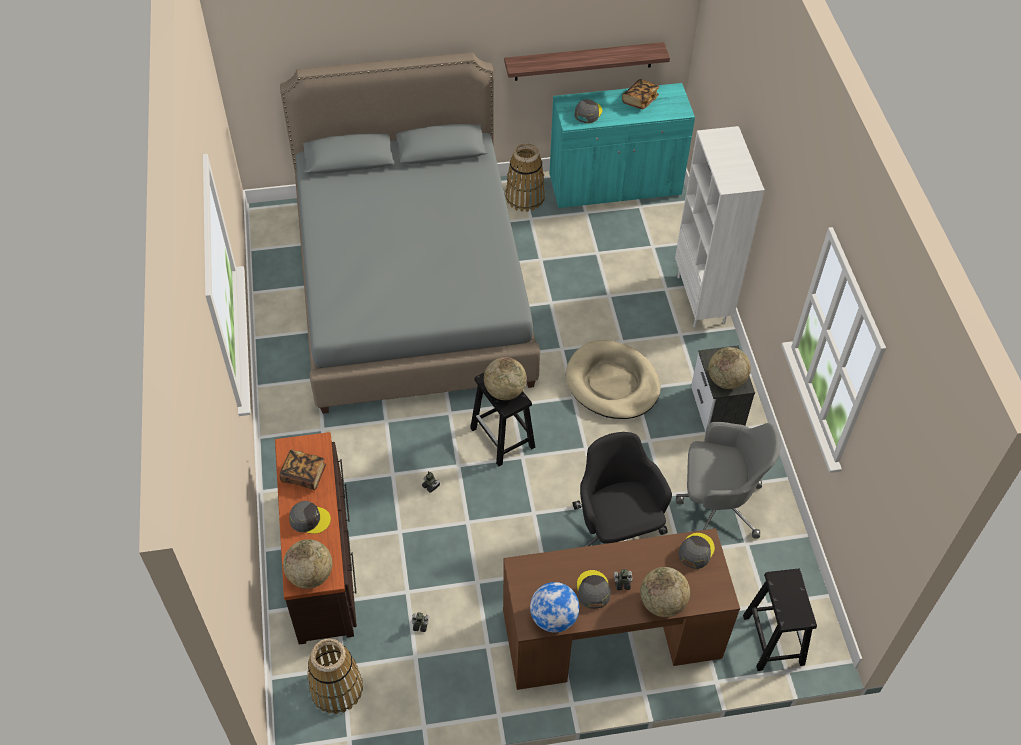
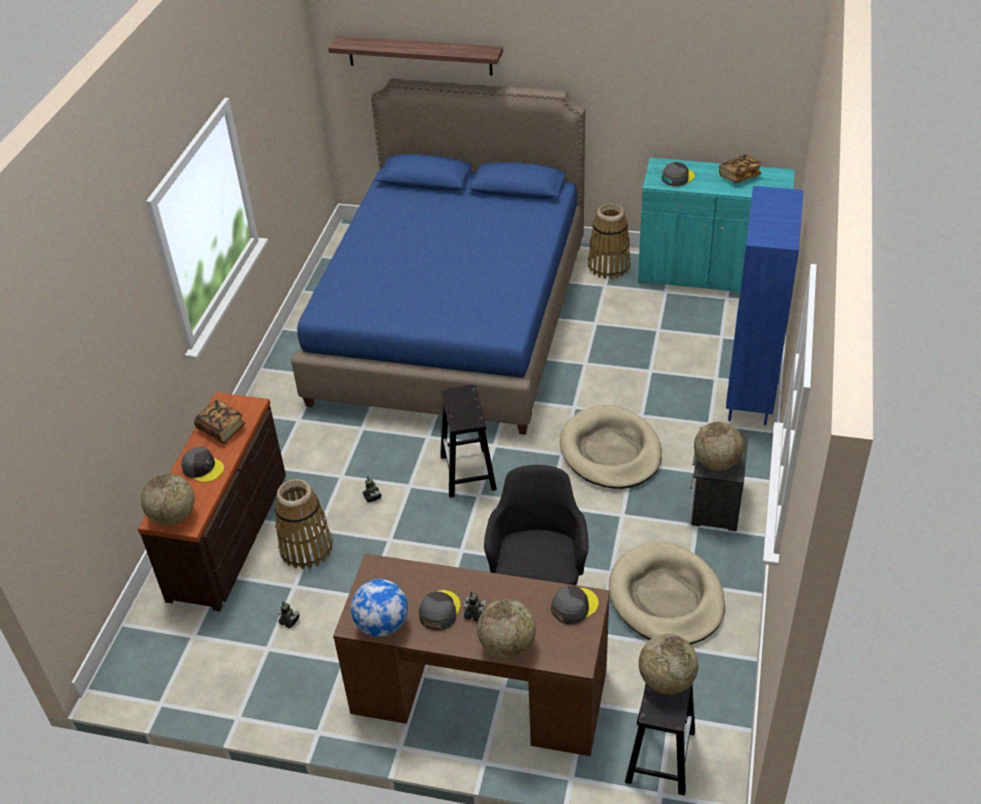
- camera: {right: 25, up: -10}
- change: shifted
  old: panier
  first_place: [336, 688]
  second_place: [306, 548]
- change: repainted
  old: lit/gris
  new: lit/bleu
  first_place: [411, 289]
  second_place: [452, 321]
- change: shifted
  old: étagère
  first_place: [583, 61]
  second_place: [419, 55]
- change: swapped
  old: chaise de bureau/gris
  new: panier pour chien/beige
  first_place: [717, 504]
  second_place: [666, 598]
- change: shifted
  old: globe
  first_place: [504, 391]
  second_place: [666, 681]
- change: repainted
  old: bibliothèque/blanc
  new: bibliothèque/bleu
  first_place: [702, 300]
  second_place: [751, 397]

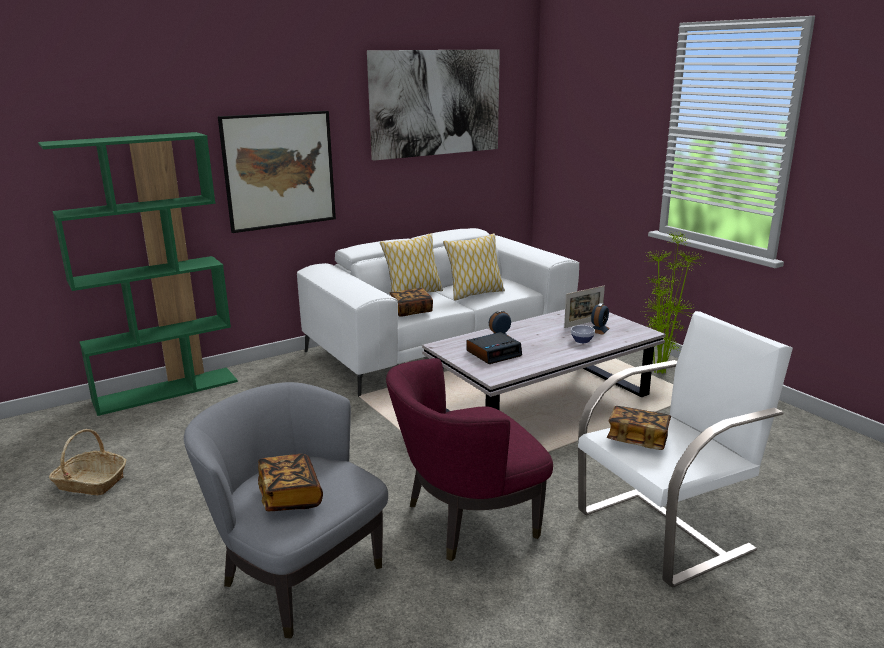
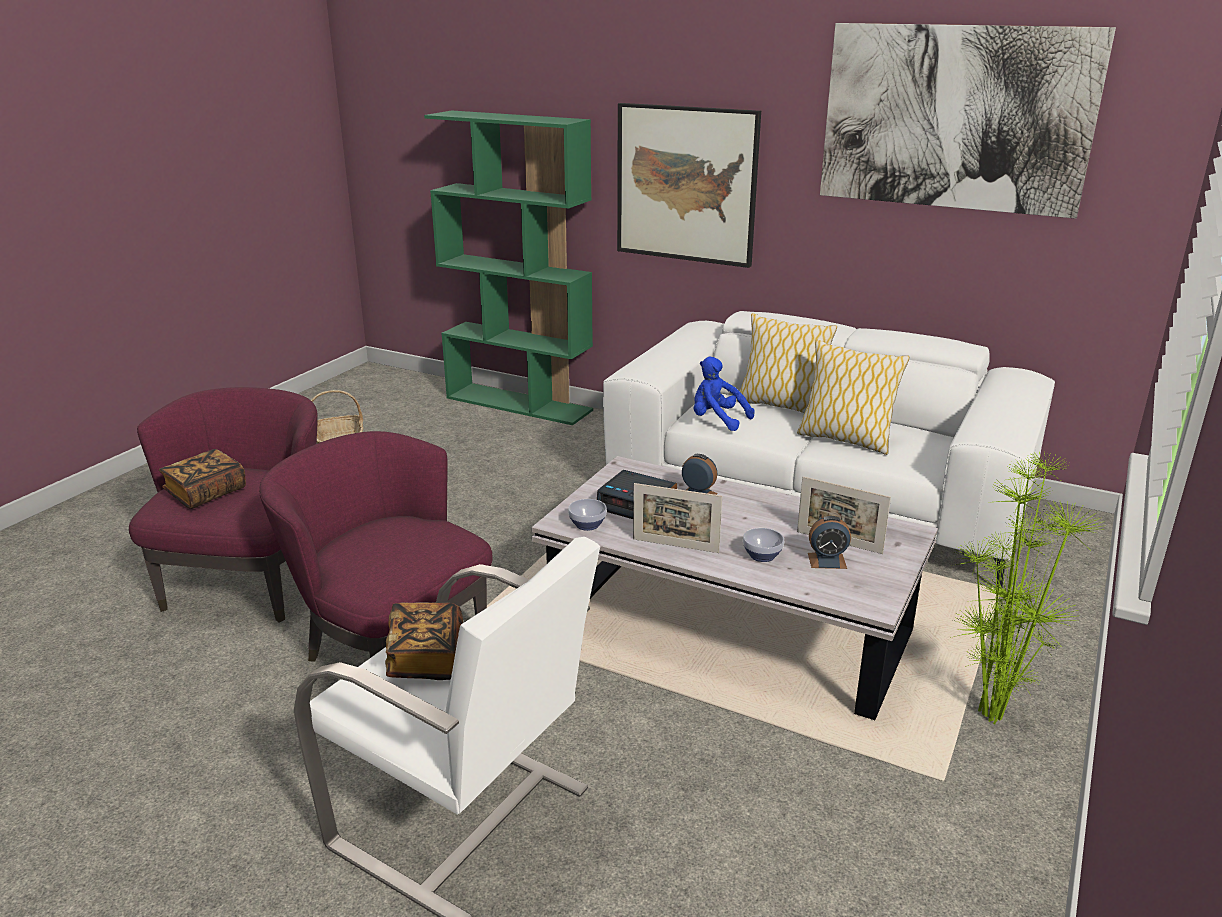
- camera: {right: 60, up: 5}
- change: repainted
  old: fauteuil/gris
  new: fauteuil/violet
  first_place: [297, 575]
  second_place: [250, 583]
- change: new
  new: bol
  second_place: [586, 525]
- change: new
  new: cadre photo
  second_place: [675, 546]
- change: swapped
  old: livre
  new: peluche/bleu
  first_place: [411, 311]
  second_place: [717, 420]

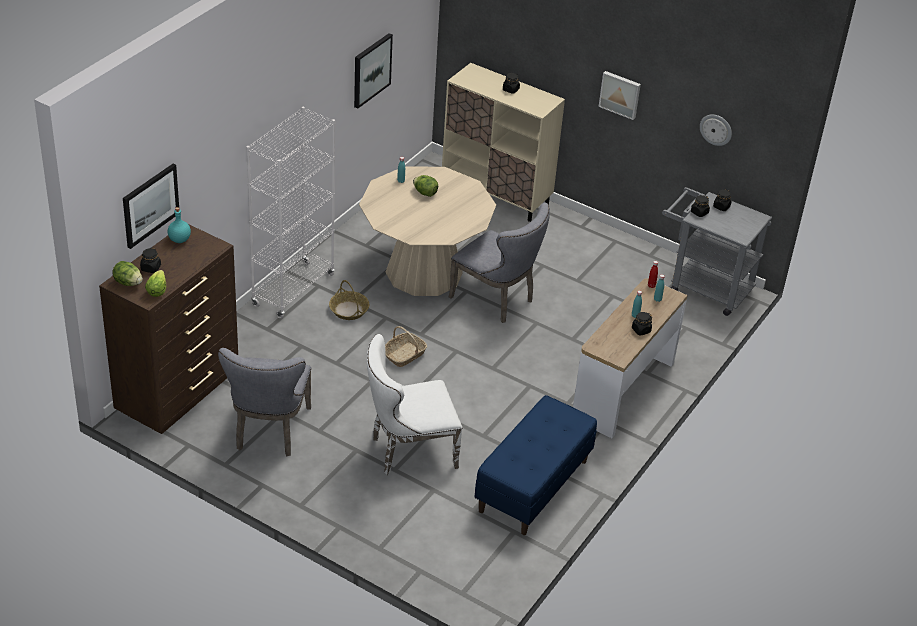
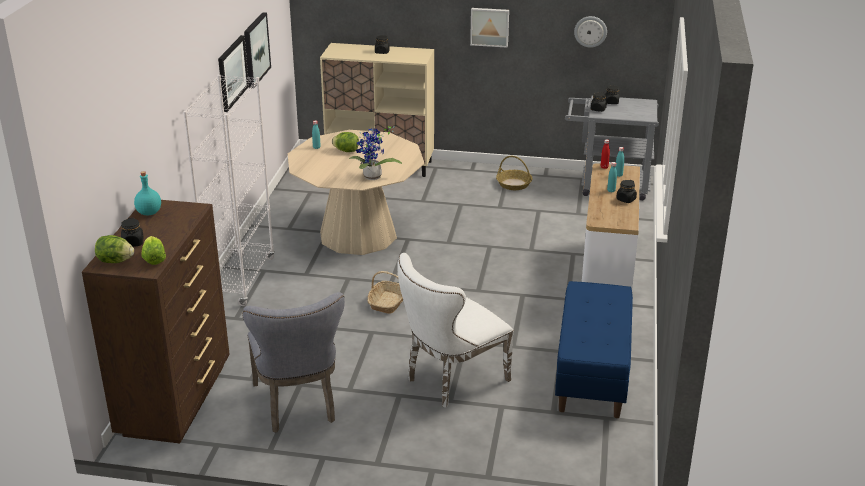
- camera: {right: -20, up: -10}
- change: shifted
  old: tableau
  first_place: [150, 205]
  second_place: [232, 73]
- change: new
  new: plante en pot
  second_place: [372, 178]
- change: shifted
  old: panier
  first_place: [349, 310]
  second_place: [514, 184]
- change: gone
  old: chaise/gris
  first_place: [497, 300]

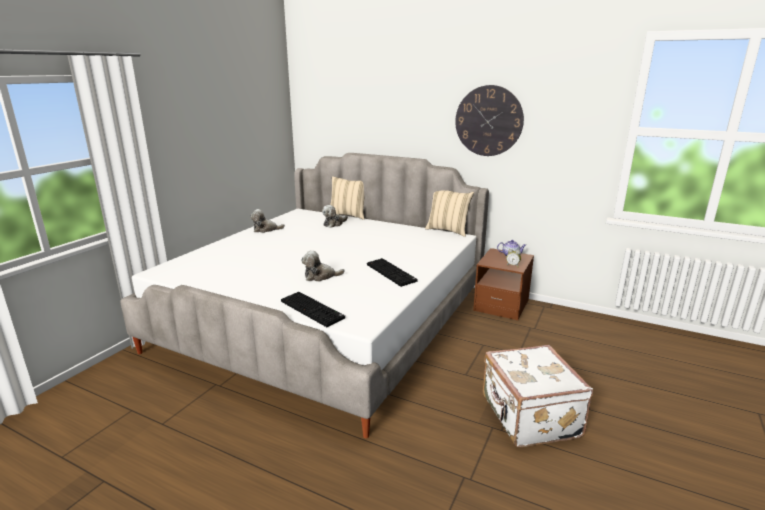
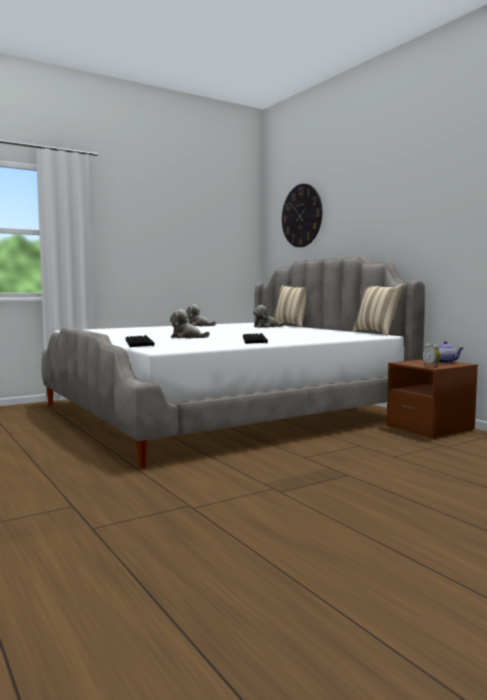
- camera: {right: 30, up: -15}
- change: shifted
  old: horloge murale
  first_place: [488, 121]
  second_place: [301, 215]
- change: gone
  old: valise/blanc
  first_place: [528, 417]

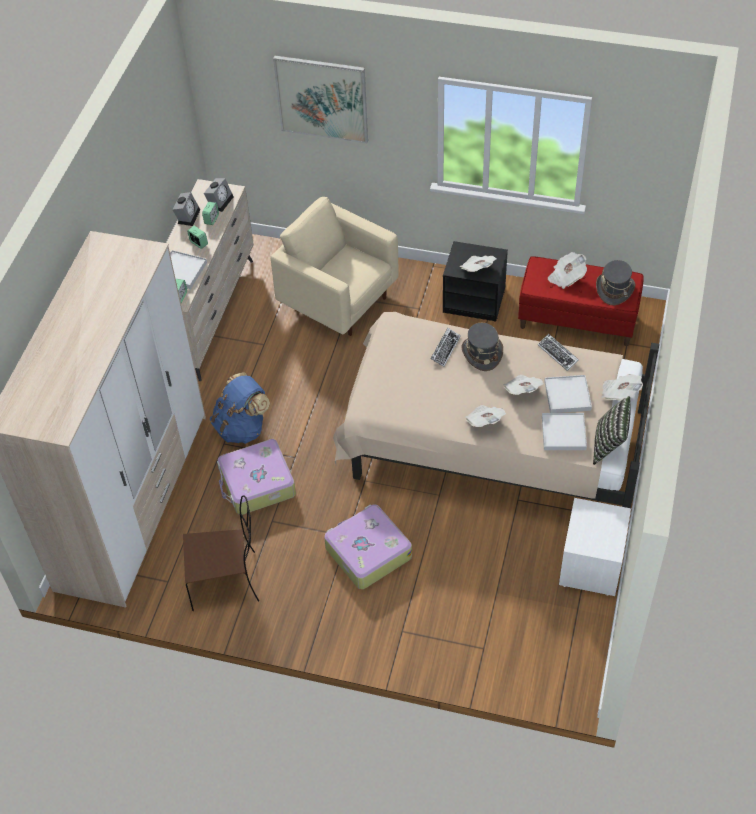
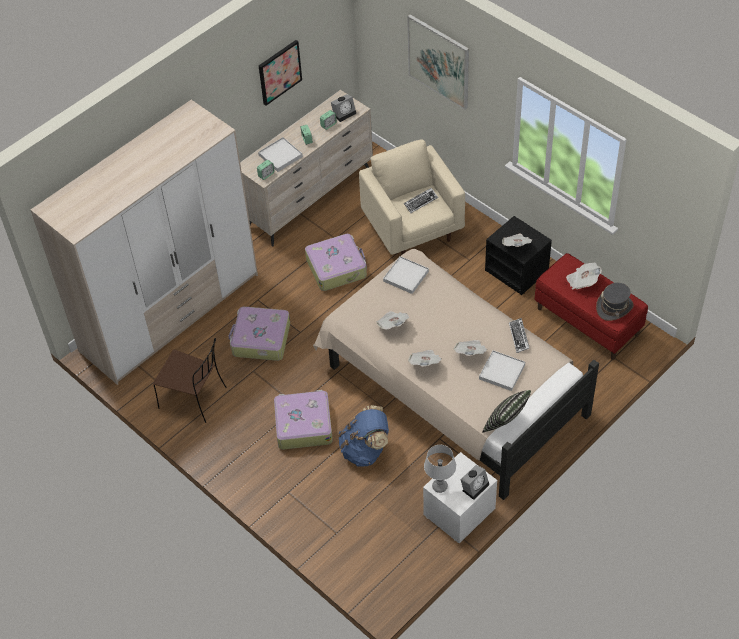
- camera: {right: 30, up: 0}
- change: new
  new: tableau
  second_place: [279, 72]
- change: new
  new: valise
  second_place: [336, 267]
- change: shifted
  old: sac à dos/bleu
  first_place: [242, 427]
  second_place: [365, 450]
- change: shifted
  old: journal
  first_place: [619, 393]
  second_place: [392, 325]
- change: shifted
  old: plateau/blanc
  first_place: [563, 433]
  second_place: [405, 276]
- change: shifted
  old: clavier
  first_place: [445, 349]
  second_place: [420, 202]
- change: new
  new: lampe de table/gris
  second_place: [439, 487]
- change: shifted
  old: réveil
  first_place: [188, 215]
  second_place: [475, 486]
- change: gone
  old: chapeau/gris
  first_place: [481, 353]

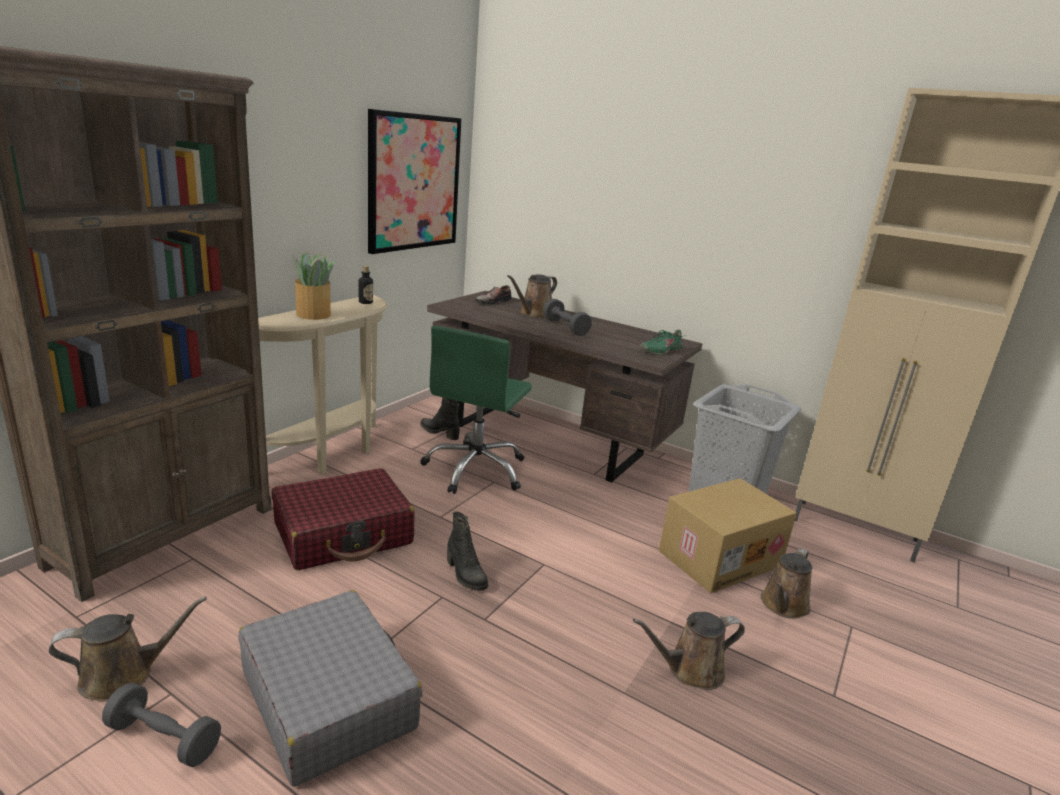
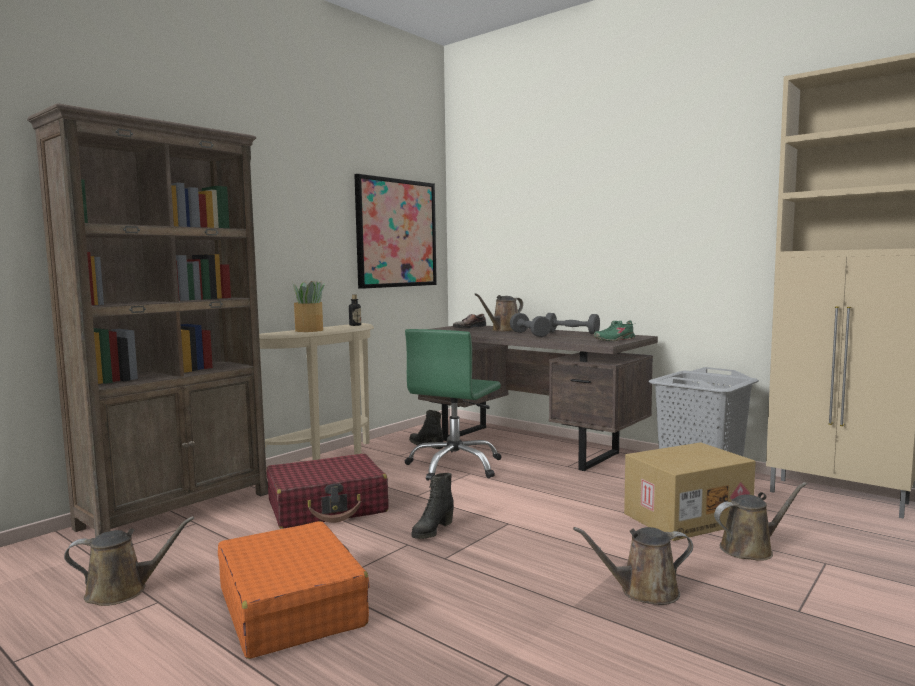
- camera: {right: 10, up: -15}
- change: repainted
  old: valise/gris
  new: valise/orange
  first_place: [328, 698]
  second_place: [291, 606]
- change: rotated
  old: botte/noir
  first_place: [465, 575]
  second_place: [432, 530]
  degrees: 60
- change: shifted
  old: haltère/gris
  first_place: [164, 739]
  second_place: [572, 333]
- change: rotated
  old: arrosoir/marron
  first_place: [783, 606]
  second_place: [750, 549]
  degrees: -150

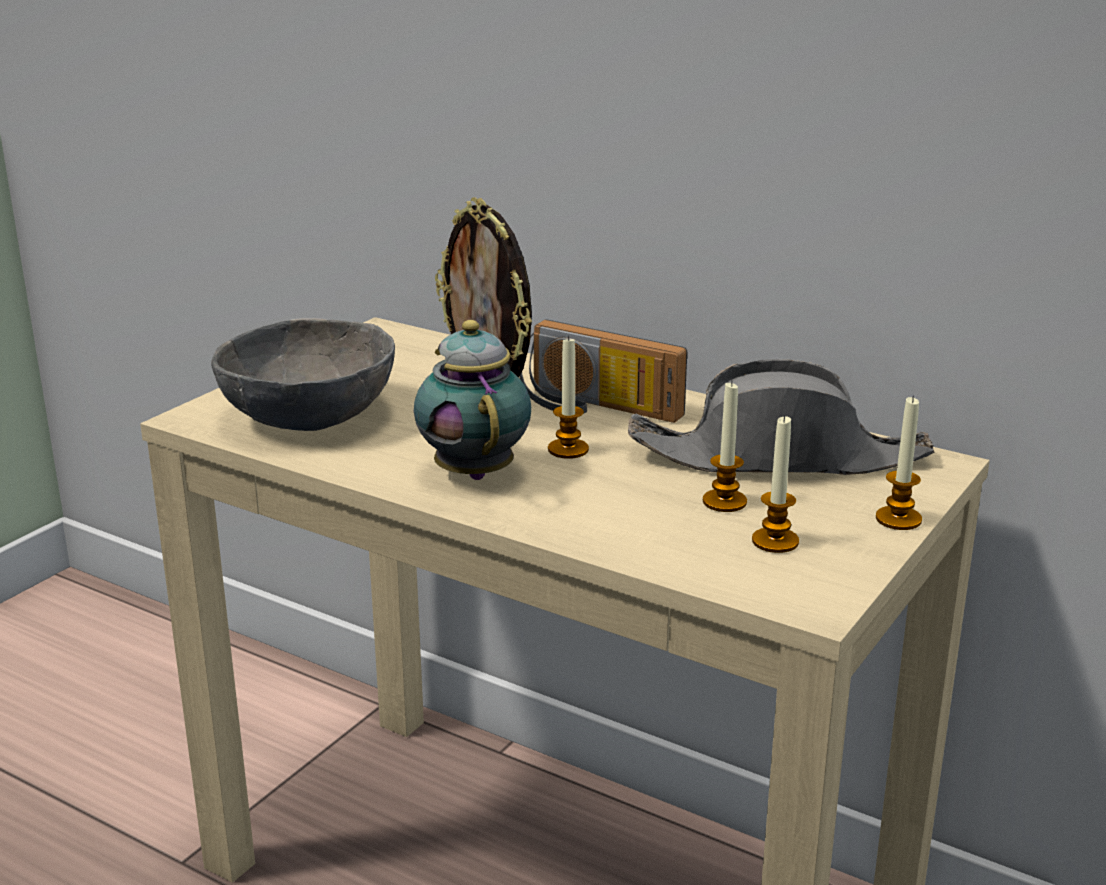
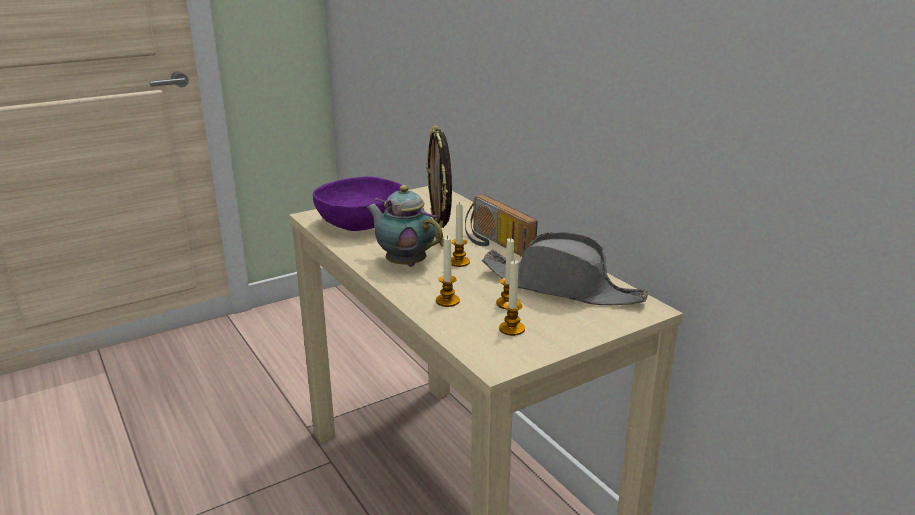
- camera: {right: 25, up: 0}
- change: repainted
  old: bol/gris
  new: bol/violet
  first_place: [310, 416]
  second_place: [360, 224]
- change: rotated
  old: théière
  first_place: [474, 471]
  second_place: [404, 263]
  degrees: -60
- change: shifted
  old: bougie
  first_place: [898, 519]
  second_place: [447, 301]

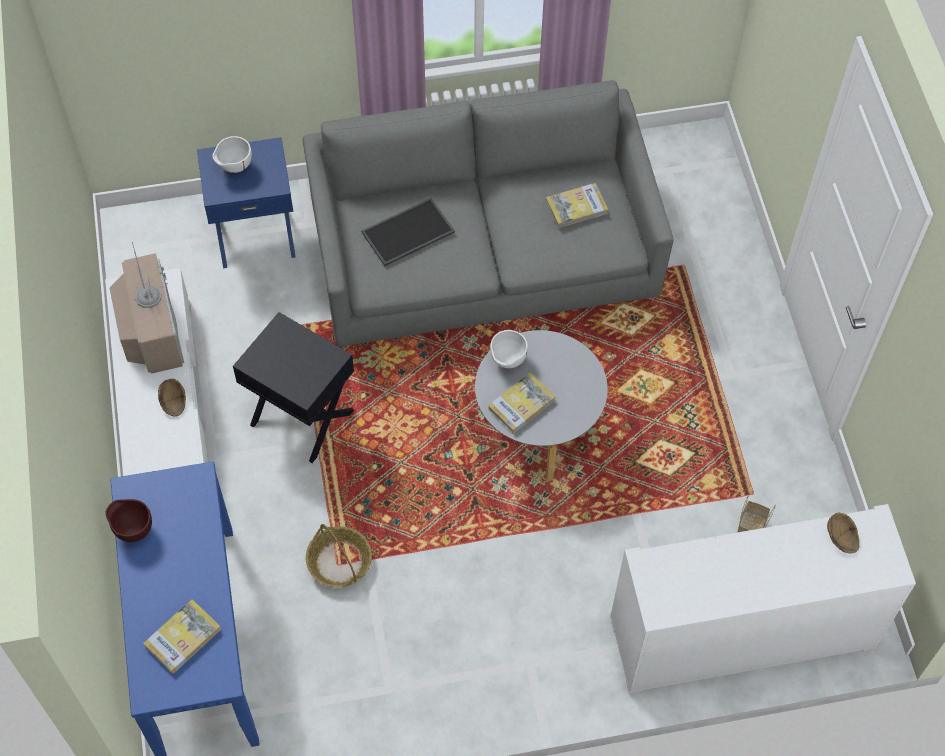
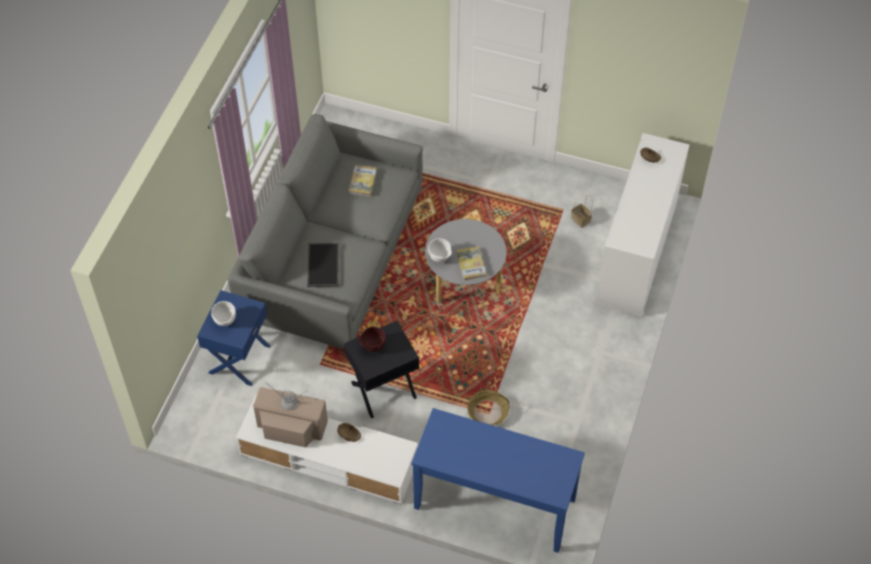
- camera: {right: -60, up: -5}
- change: shifted
  old: bol/marron
  first_place: [132, 529]
  second_place: [372, 347]
- change: gone
  old: livre
  first_place: [183, 637]

